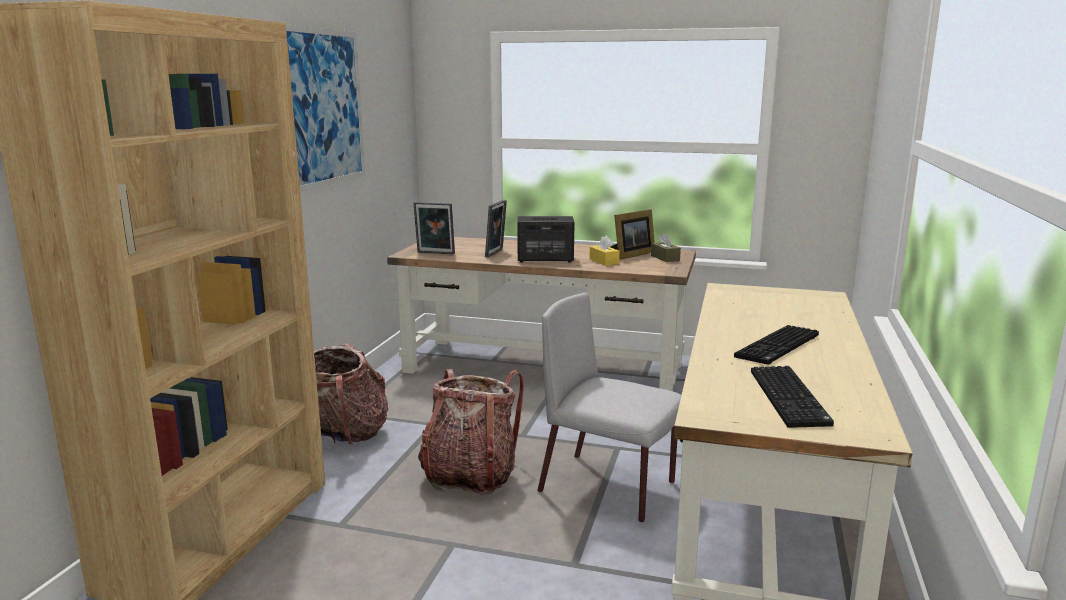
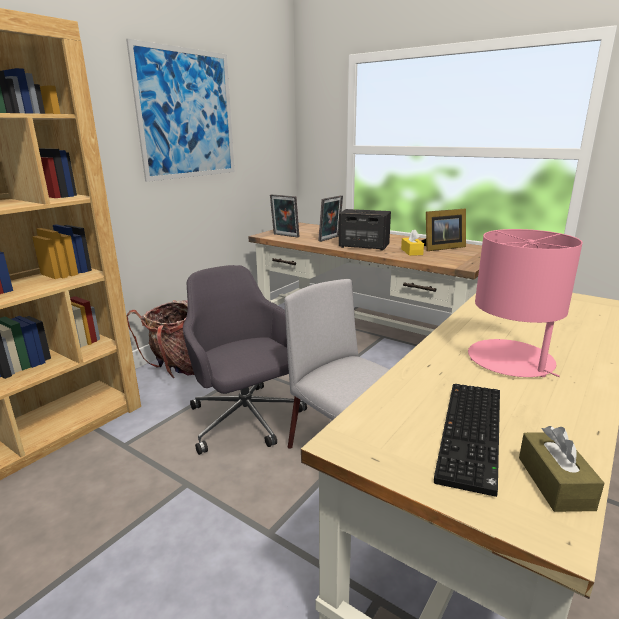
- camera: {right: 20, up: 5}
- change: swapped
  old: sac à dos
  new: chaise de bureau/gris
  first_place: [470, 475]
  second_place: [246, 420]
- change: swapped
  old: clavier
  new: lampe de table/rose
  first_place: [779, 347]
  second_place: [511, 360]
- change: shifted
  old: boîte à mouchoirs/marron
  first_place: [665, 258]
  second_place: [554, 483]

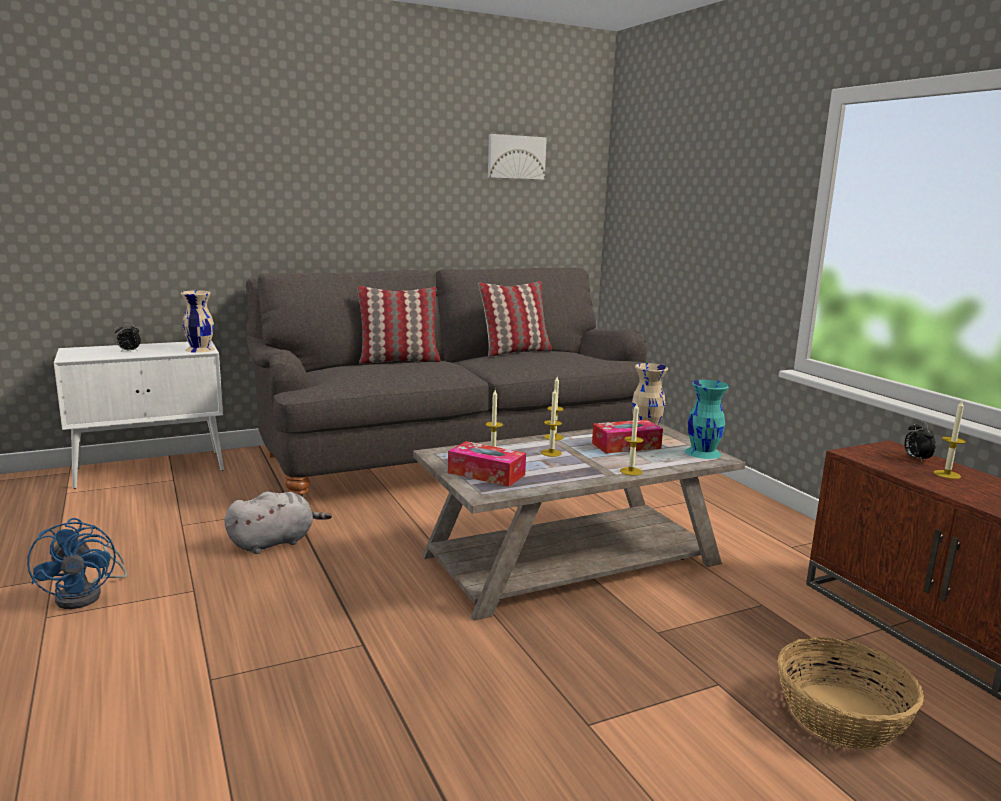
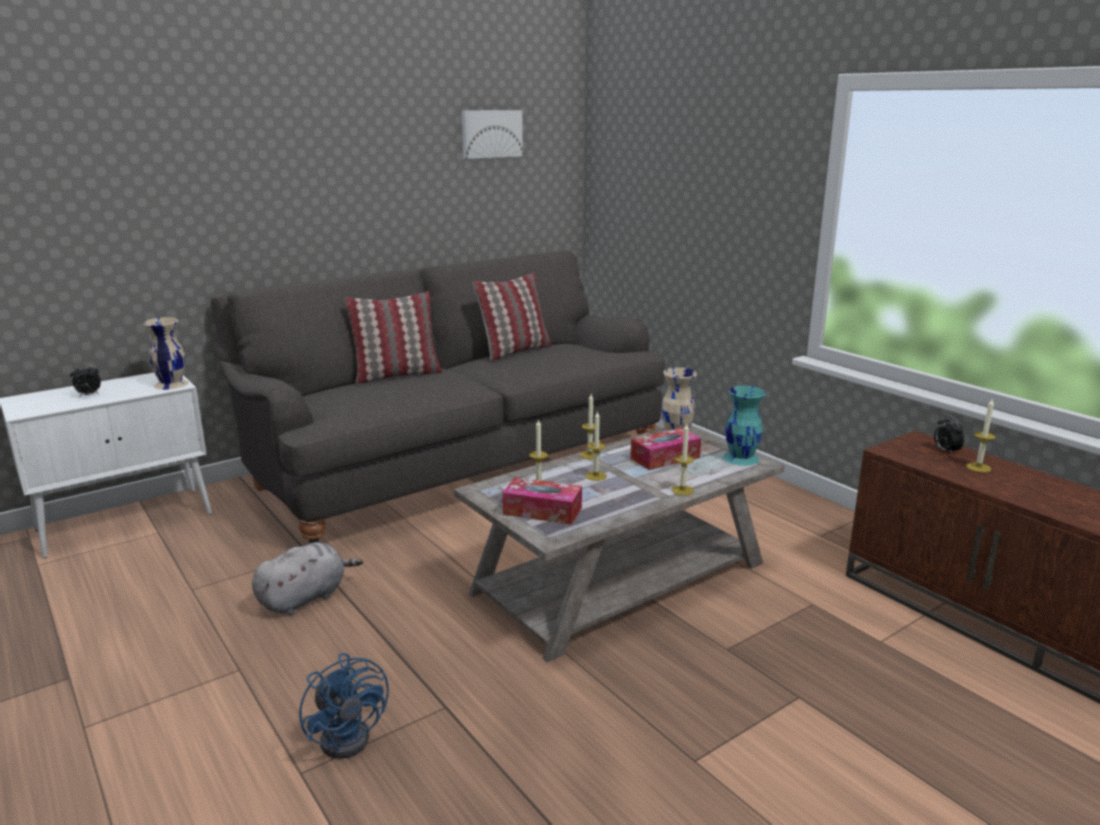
- camera: {right: -10, up: 5}
- change: shifted
  old: ventilateur/bleu
  first_place: [87, 595]
  second_place: [350, 734]
- change: gone
  old: panier
  first_place: [842, 716]

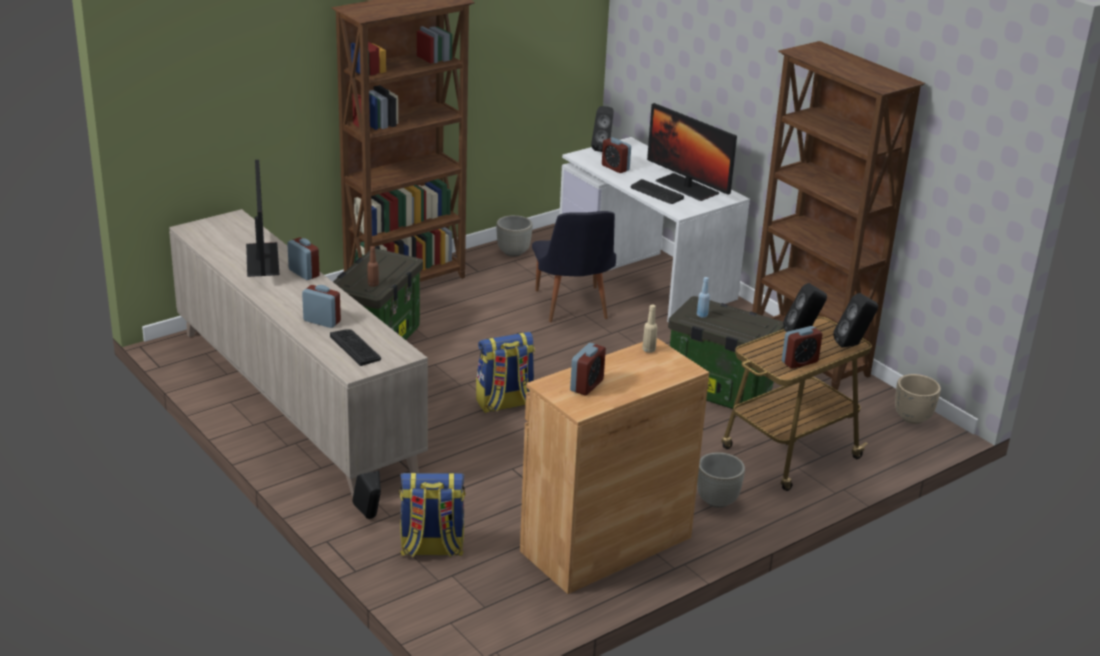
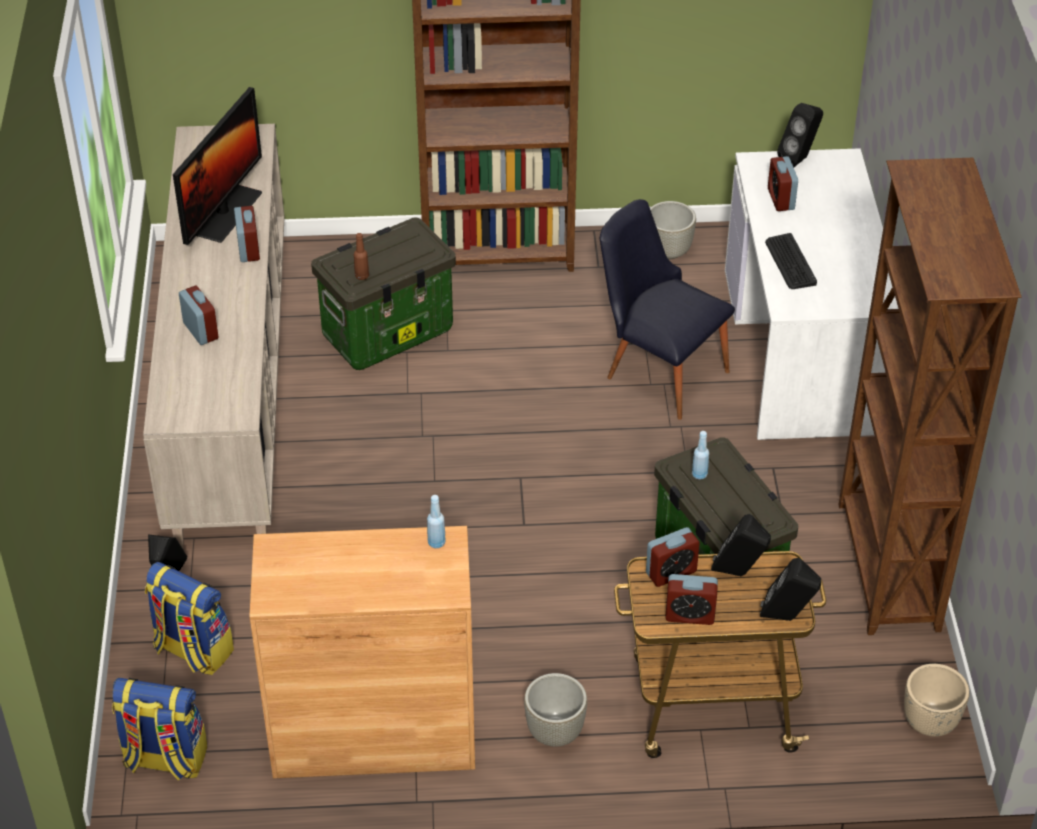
- camera: {right: 35, up: 15}
- change: shifted
  old: sac à dos
  first_place: [504, 403]
  second_place: [164, 759]
- change: repainted
  old: bouteille/beige
  new: bouteille/bleu
  first_place: [648, 350]
  second_place: [436, 542]
- change: rotated
  old: chaise/noir
  first_place: [572, 308]
  second_place: [658, 369]
  degrees: 105
- change: shifted
  old: réveil
  first_place: [586, 385]
  second_place: [671, 572]
- change: gone
  old: clavier
  first_place: [355, 347]
- change: gone
  old: écran d'ordinateur
  first_place: [687, 187]

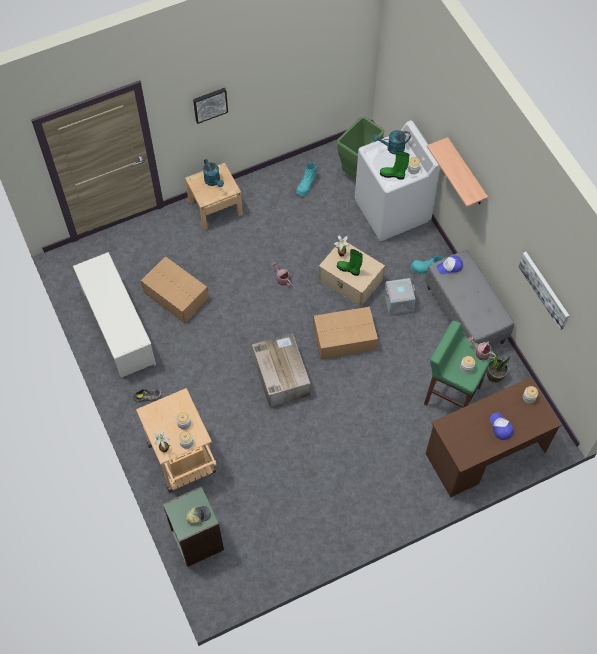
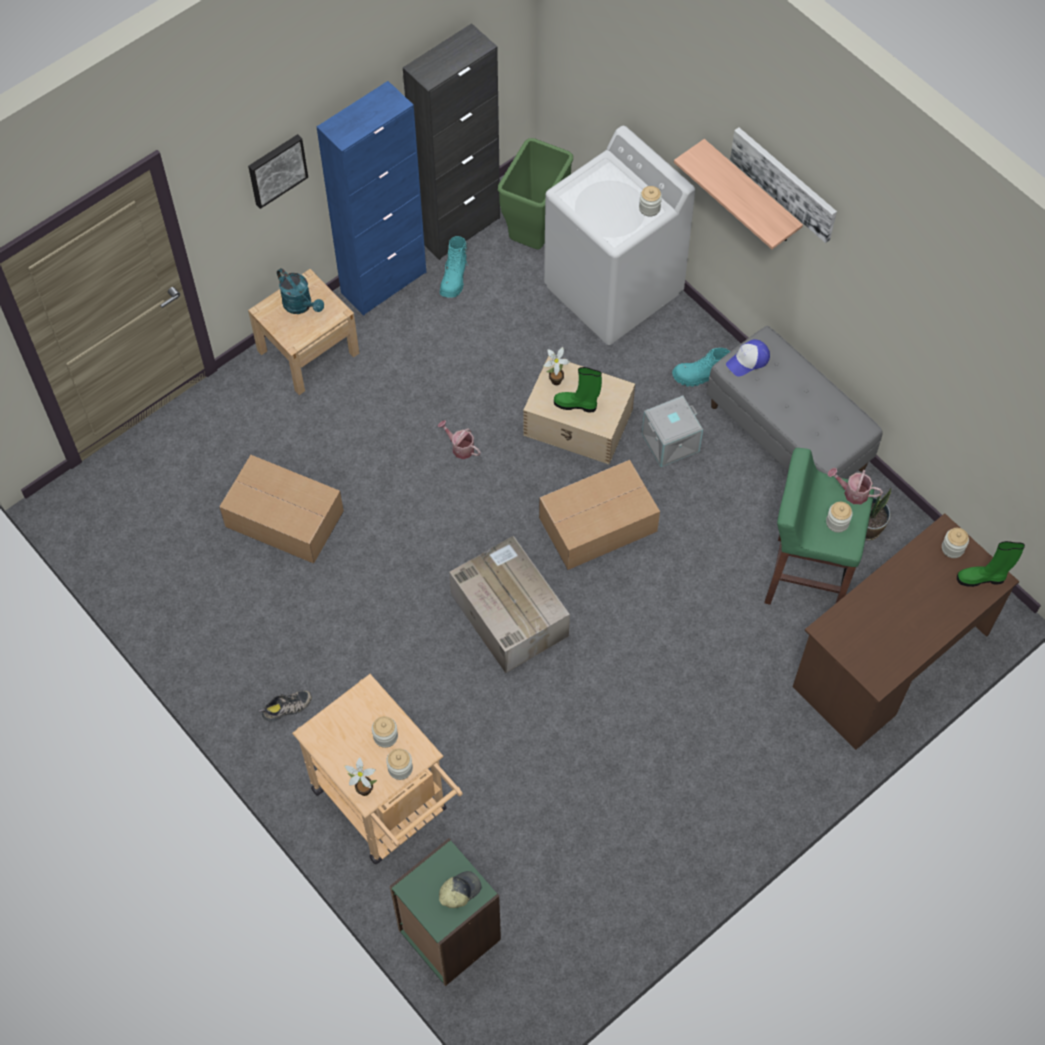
- camera: {right: -15, up: 0}
- change: new
  new: meuble de rangement/bleu
  second_place: [384, 282]
- change: new
  new: meuble de rangement/noir
  second_place: [458, 228]
- change: shifted
  old: tableau
  first_place: [544, 289]
  second_place: [784, 183]
- change: shifted
  old: botte/vert
  first_place: [393, 175]
  second_place: [982, 578]
- change: gone
  old: étagère à chaussures/blanc
  first_place: [118, 328]
- change: gone
  old: arrosoir/turquoise
  first_place: [392, 148]
- change: gone
  old: casquette
  first_place: [500, 427]

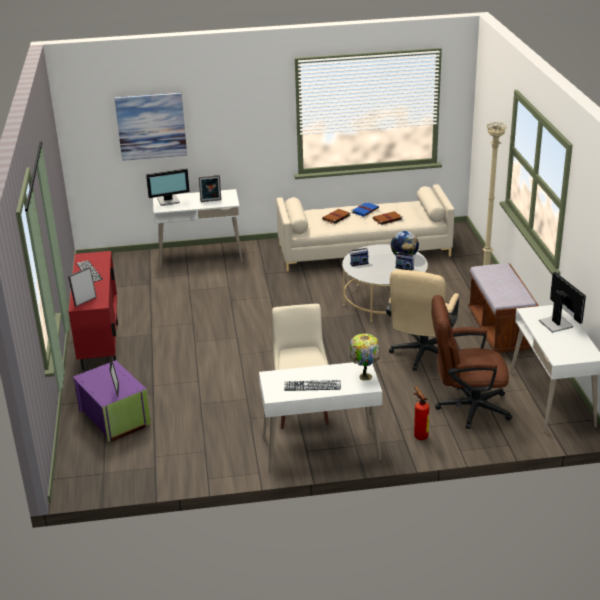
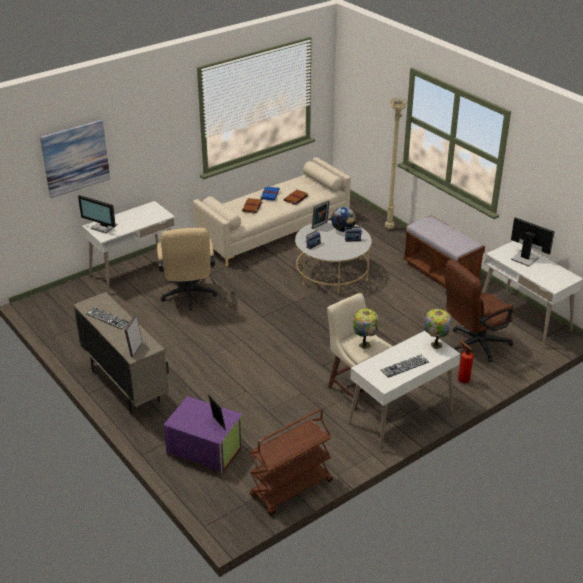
- camera: {right: -30, up: 5}
- change: repainted
  old: meuble de rangement/rouge
  new: meuble de rangement/beige
  first_place: [100, 346]
  second_place: [125, 386]
- change: rotated
  old: écran d'ordinateur
  first_place: [169, 201]
  second_place: [103, 227]
  degrees: 75
- change: shifted
  old: chaise de bureau/beige
  first_place: [421, 356]
  second_place: [188, 296]
- change: new
  new: chariot/marron
  second_place: [291, 489]
- change: shifted
  old: cadre photo
  first_place: [211, 201]
  second_place: [320, 226]
- change: new
  new: lampe de table
  second_place: [364, 344]

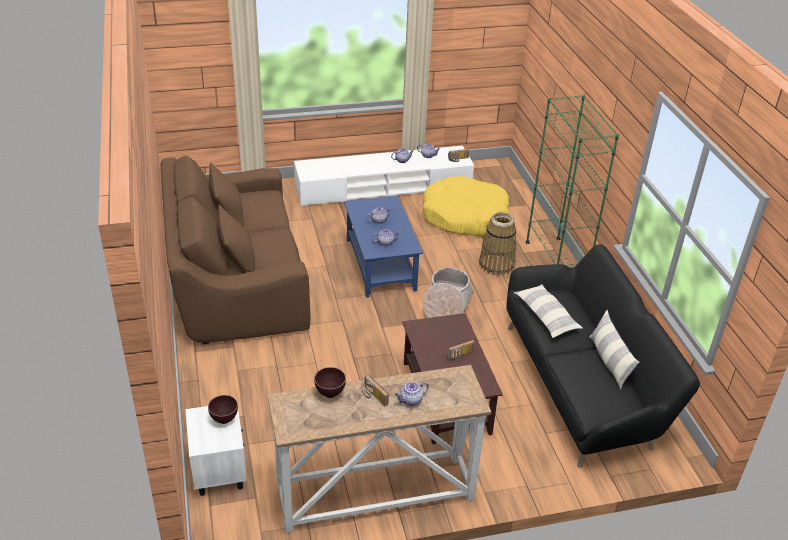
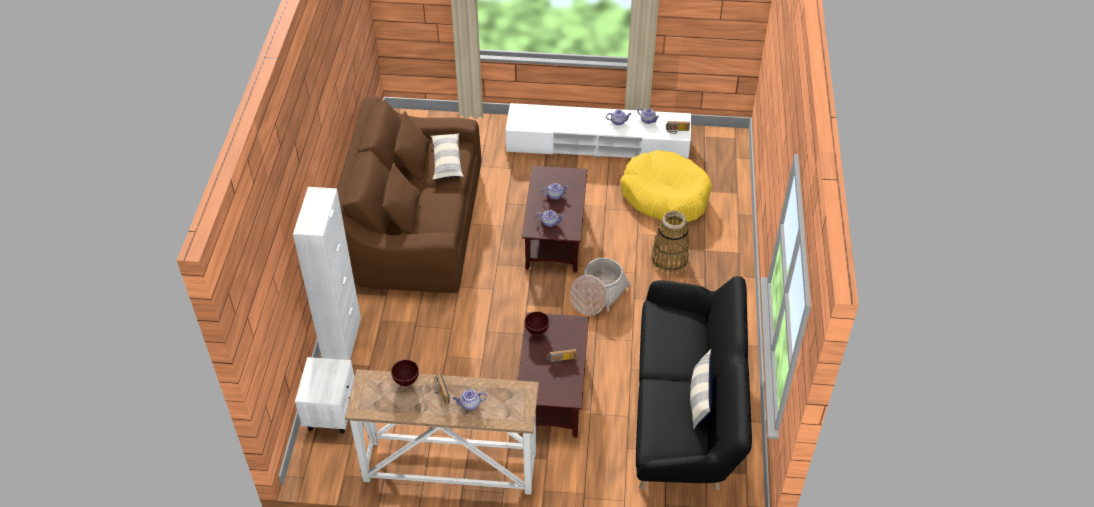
- camera: {right: 20, up: 10}
- change: new
  new: meuble de rangement/blanc
  second_place: [342, 340]
- change: shifted
  old: coussin
  first_place: [546, 316]
  second_place: [446, 161]
- change: repainted
  old: table basse/bleu
  new: table basse/marron
  first_place: [380, 264]
  second_place: [555, 235]
- change: shifted
  old: bol/marron
  first_place: [224, 419]
  second_place: [536, 331]
- change: gone
  old: bibliothèque/vert
  first_place: [556, 262]

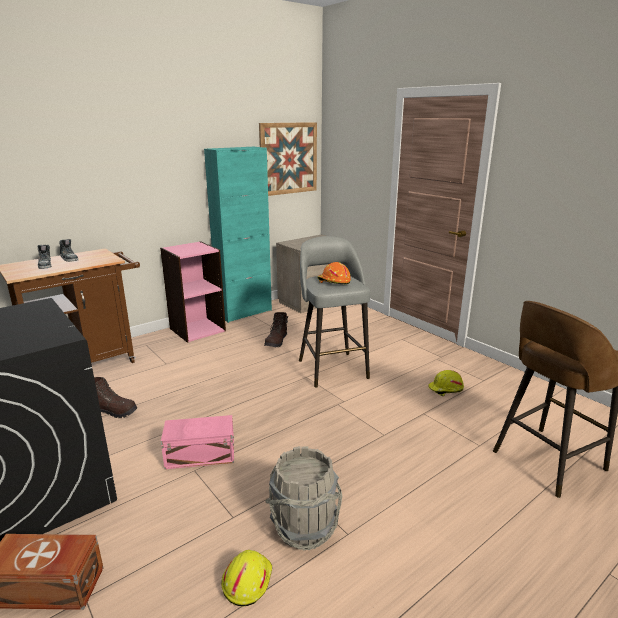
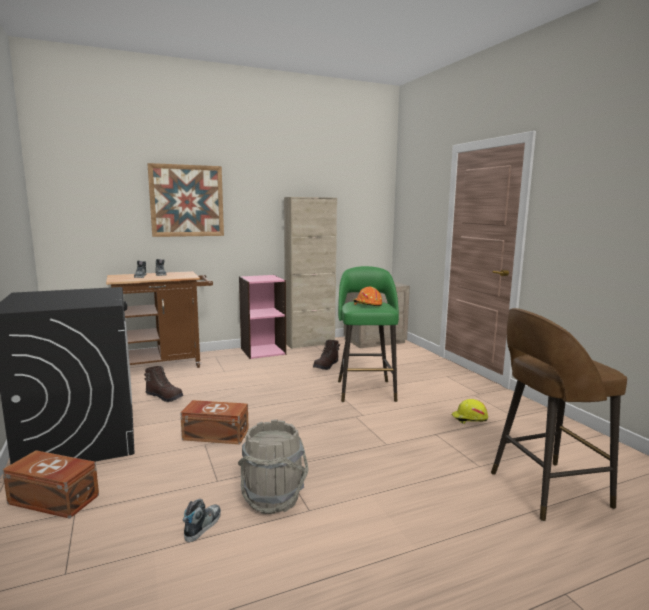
- camera: {right: 15, up: -10}
- change: shifted
  old: tableau
  first_place: [288, 158]
  second_place: [187, 201]
- change: repainted
  old: boîte de rangement/rose
  new: boîte de rangement/marron
  first_place: [199, 454]
  second_place: [215, 434]
- change: swapped
  old: casque de chantier/jaune
  new: chaussure
  first_place: [246, 580]
  second_place: [203, 525]
- change: repainted
  old: meuble de rangement/turquoise
  new: meuble de rangement/beige
  first_place: [244, 313]
  second_place: [310, 343]
- change: repainted
  old: tabouret/gris
  new: tabouret/vert
  first_place: [332, 368]
  second_place: [366, 390]

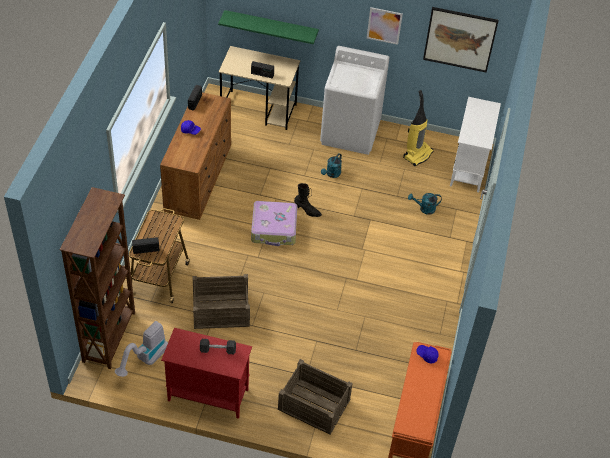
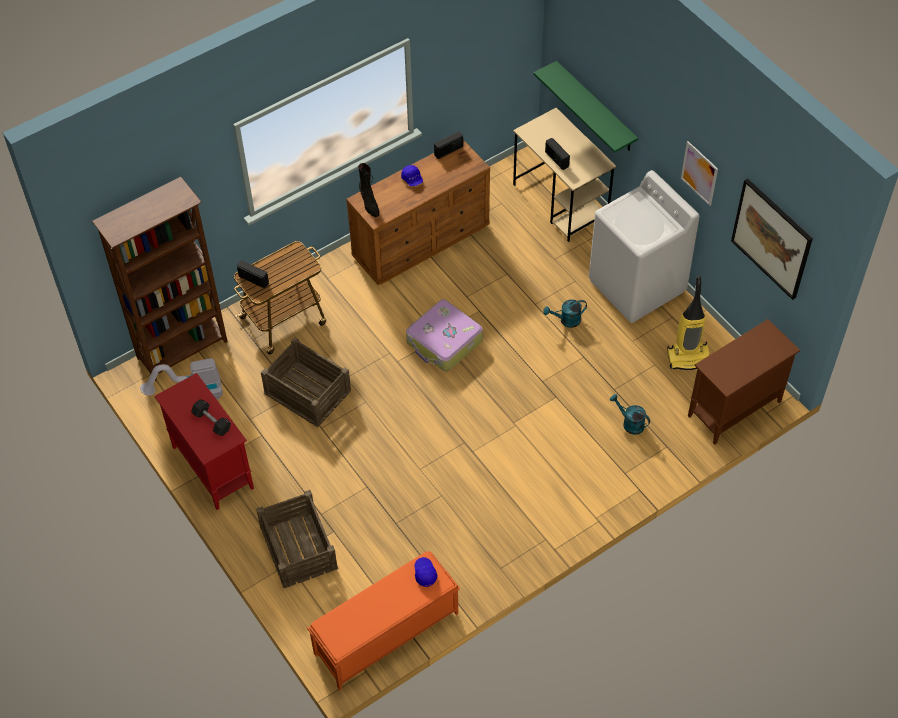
- camera: {right: 45, up: 5}
- change: shifted
  old: botte/noir
  first_place: [307, 211]
  second_place: [369, 204]
- change: repainted
  old: meuble de rangement/blanc
  new: meuble de rangement/marron
  first_place: [469, 168]
  second_place: [733, 409]

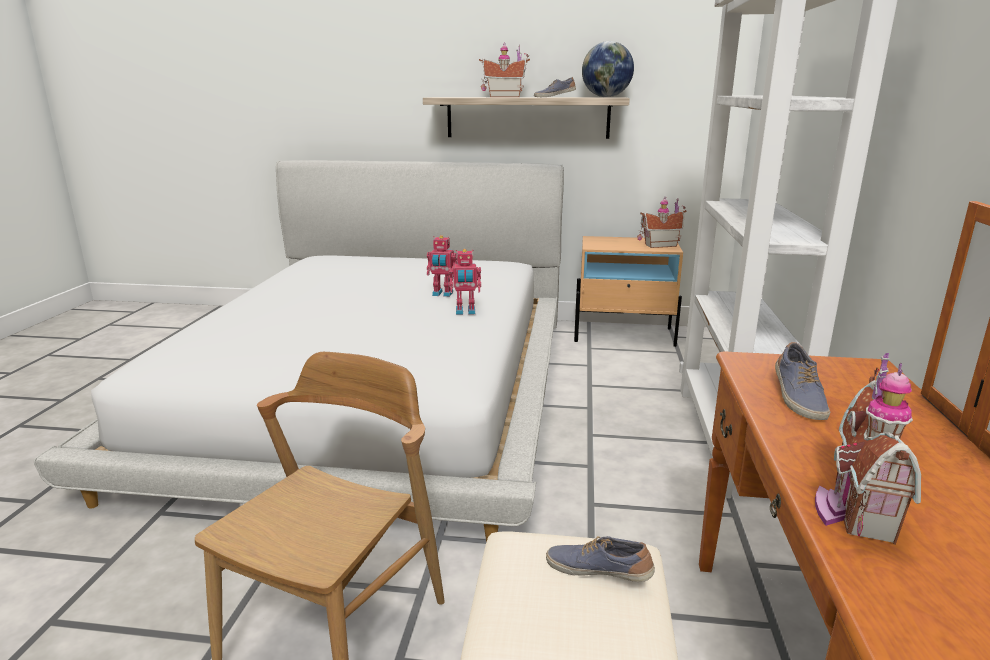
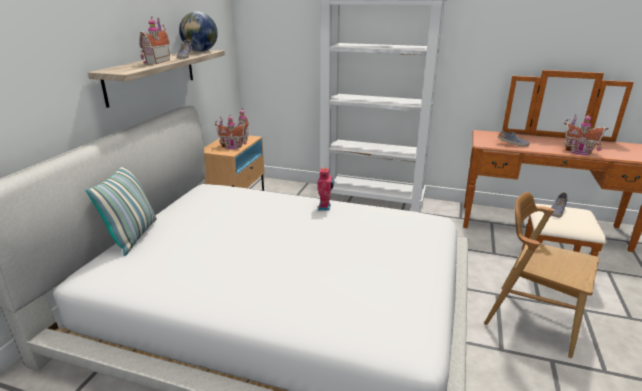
- camera: {right: -80, up: 5}
- change: new
  new: coussin
  second_place: [133, 236]
- change: new
  new: maison miniature
  second_place: [232, 147]
- change: gone
  old: robot jouet
  first_place: [442, 294]

